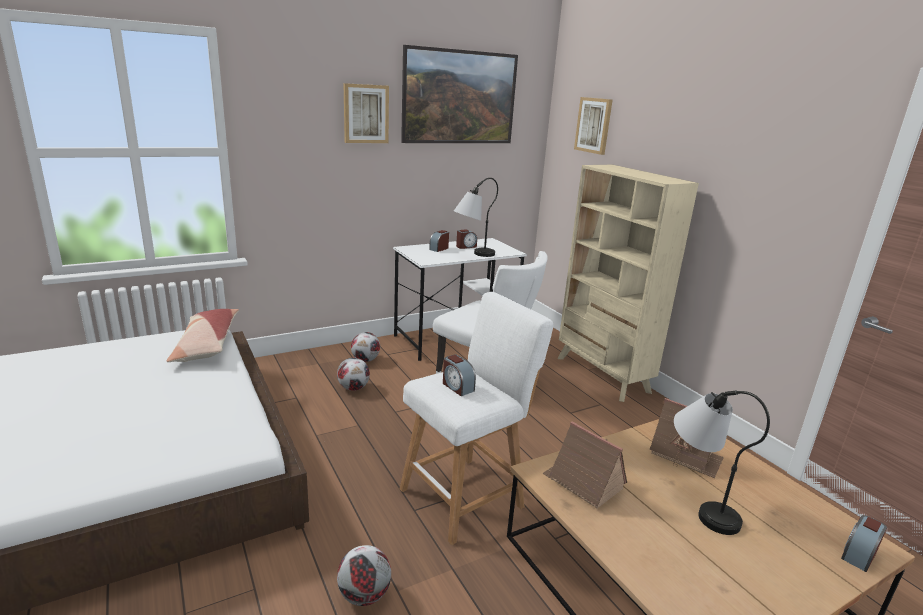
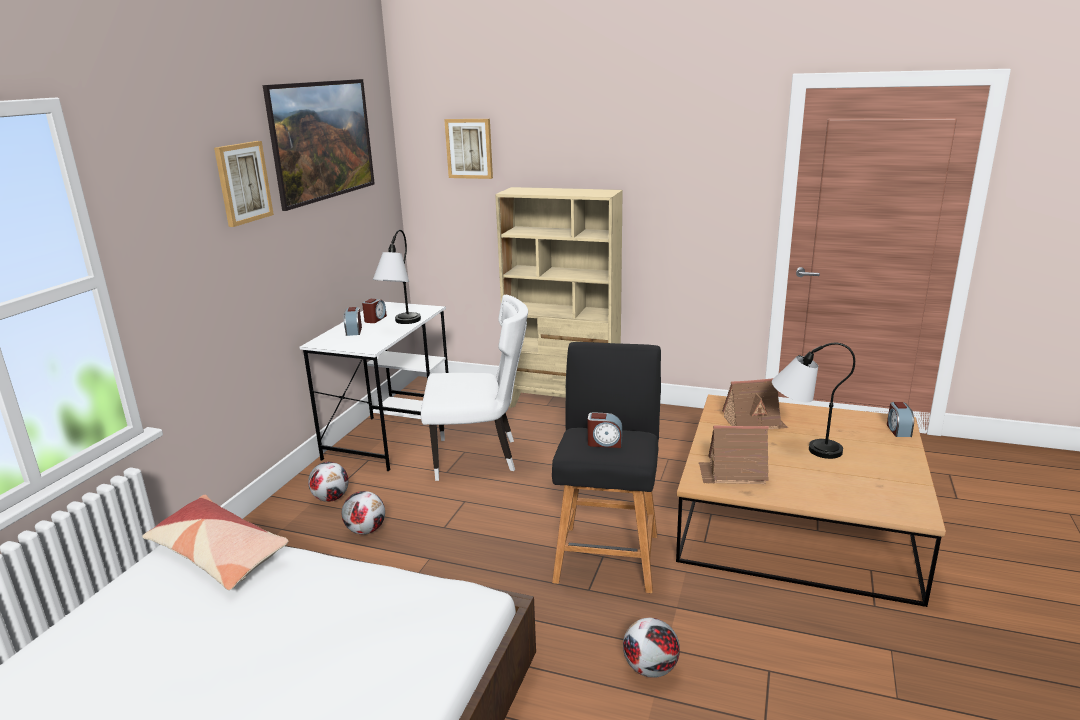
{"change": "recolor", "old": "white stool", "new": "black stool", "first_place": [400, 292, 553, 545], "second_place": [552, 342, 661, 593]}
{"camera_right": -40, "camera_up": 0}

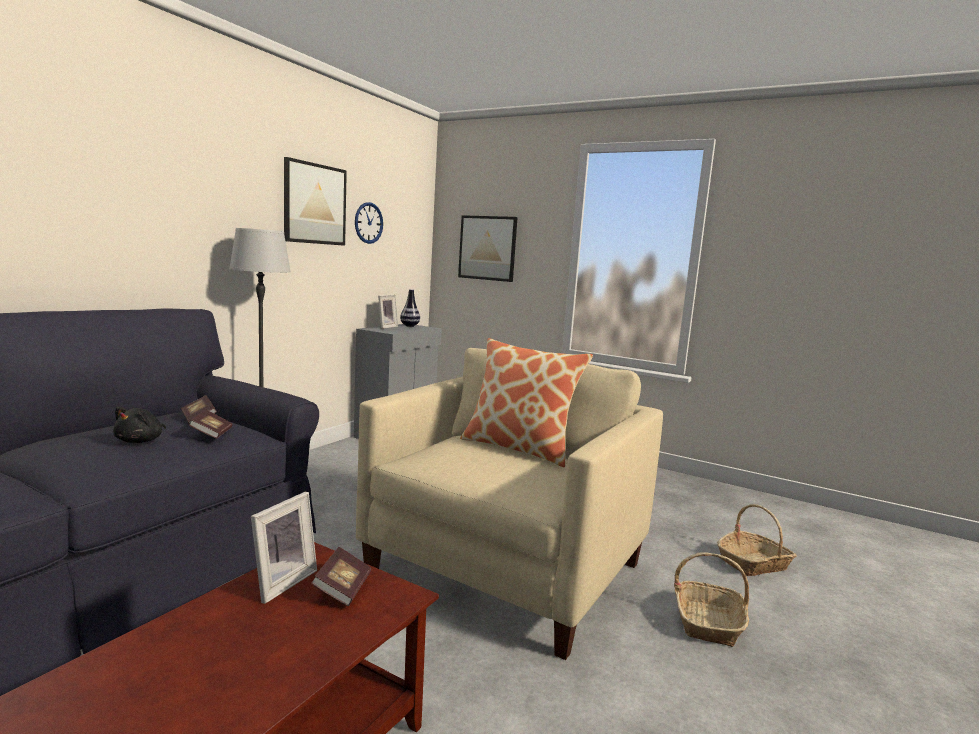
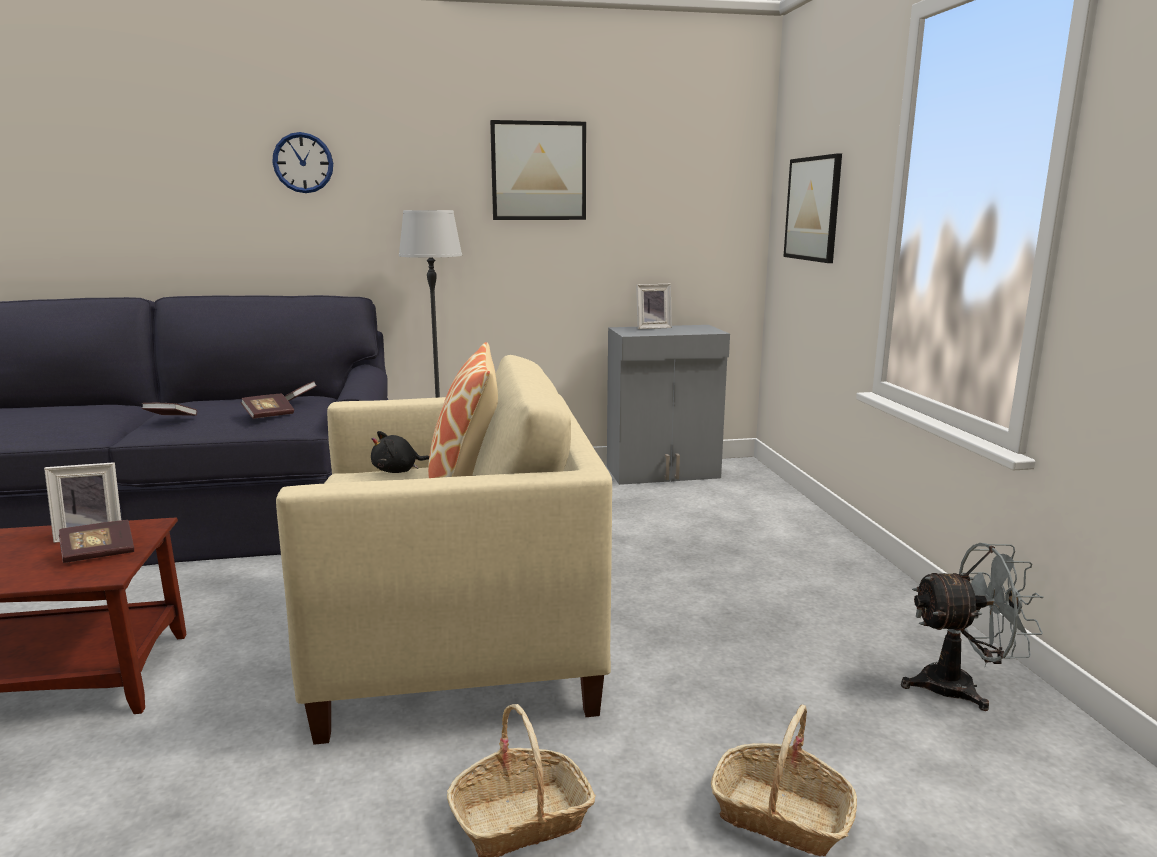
{"change": "move", "old": "black plush toy", "first_place": [113, 406, 166, 443], "second_place": [371, 431, 429, 473]}
{"change": "move", "old": "wall clock", "first_place": [355, 202, 383, 244], "second_place": [272, 132, 333, 193]}
{"change": "delete", "old": "vase", "first_place": [400, 289, 420, 327]}
{"change": "insert", "new": "book", "second_place": [142, 403, 197, 416]}
{"change": "insert", "new": "grey fan", "second_place": [901, 543, 1044, 711]}
{"camera_right": 50, "camera_up": 5}

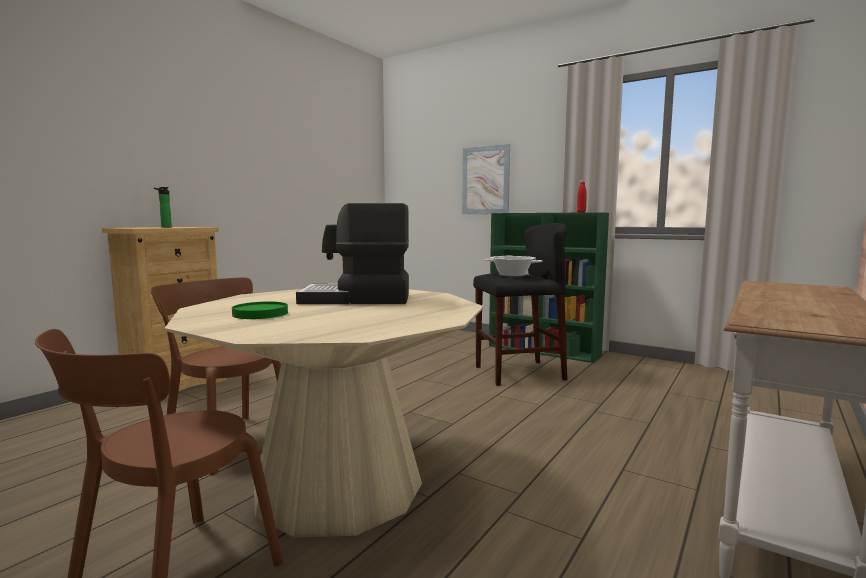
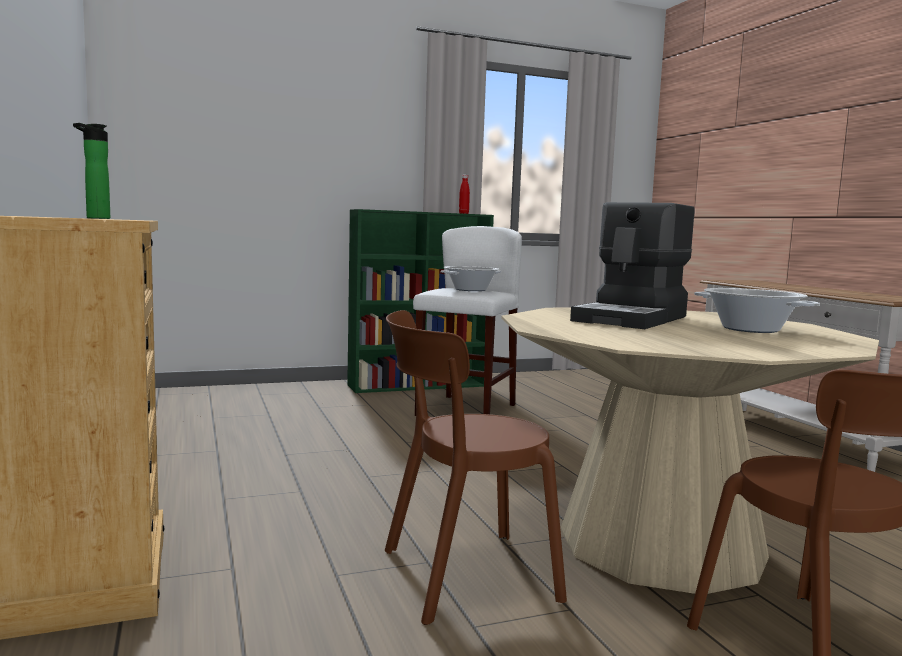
{"change": "delete", "old": "green plate", "first_place": [232, 301, 288, 319]}
{"change": "delete", "old": "picture", "first_place": [462, 144, 510, 214]}
{"change": "recolor", "old": "black stool", "new": "white stool", "first_place": [473, 223, 567, 386], "second_place": [413, 226, 522, 416]}
{"change": "insert", "new": "cooking pot", "second_place": [694, 288, 820, 333]}
{"camera_right": -55, "camera_up": 0}

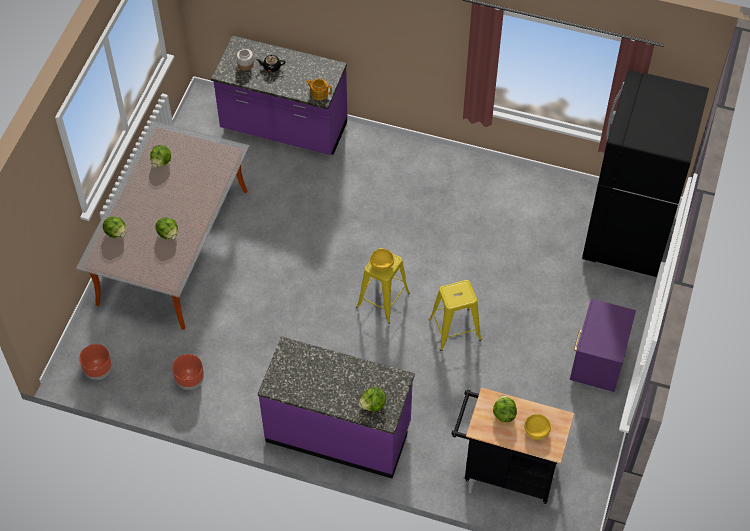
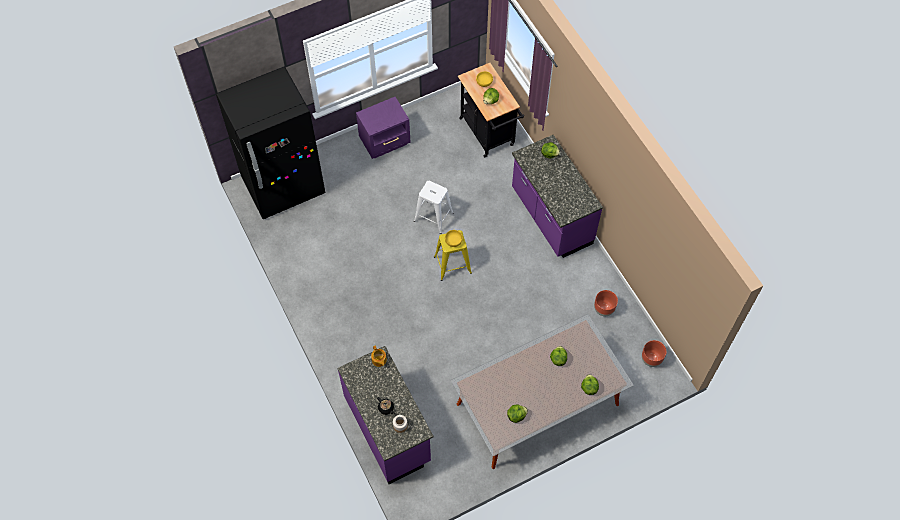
{"change": "recolor", "old": "yellow stool", "new": "white stool", "first_place": [429, 280, 482, 351], "second_place": [414, 181, 454, 234]}
{"camera_right": -135, "camera_up": 5}

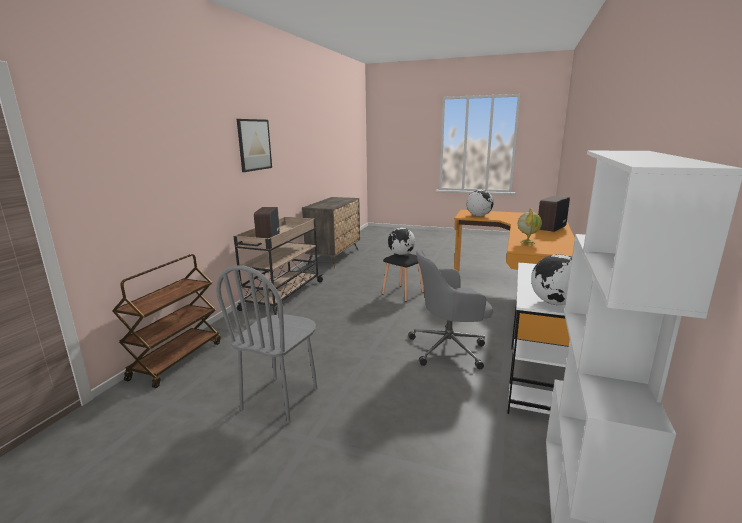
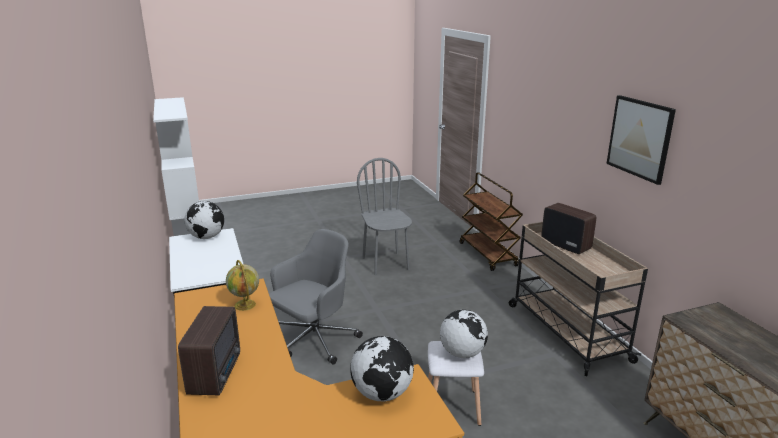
{"change": "recolor", "old": "black stool", "new": "white stool", "first_place": [382, 253, 424, 302], "second_place": [428, 341, 484, 426]}
{"camera_right": 140, "camera_up": 5}

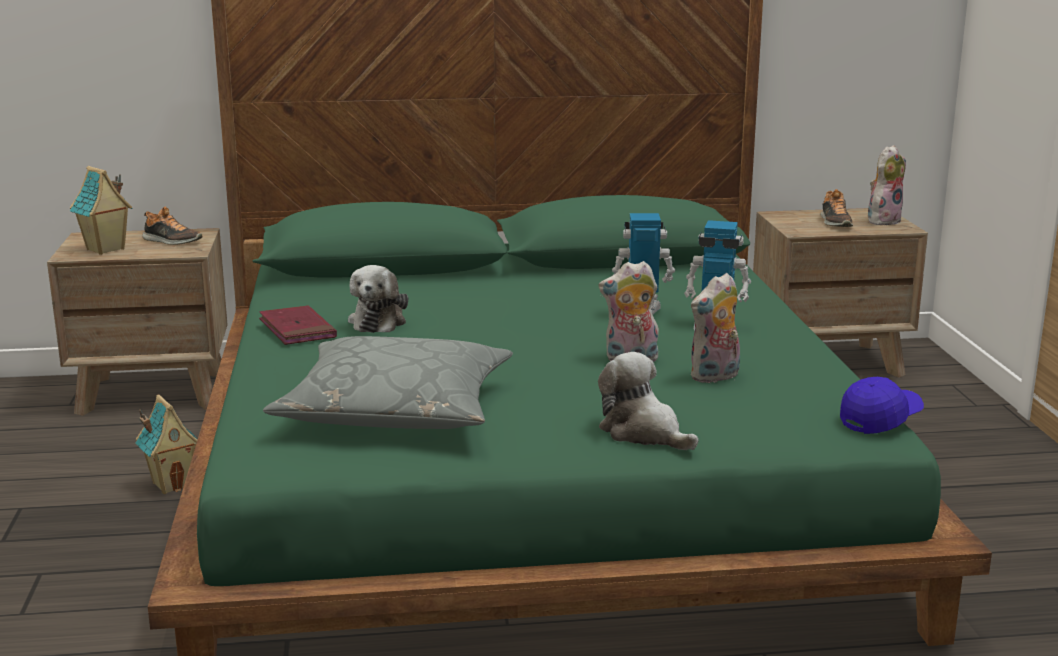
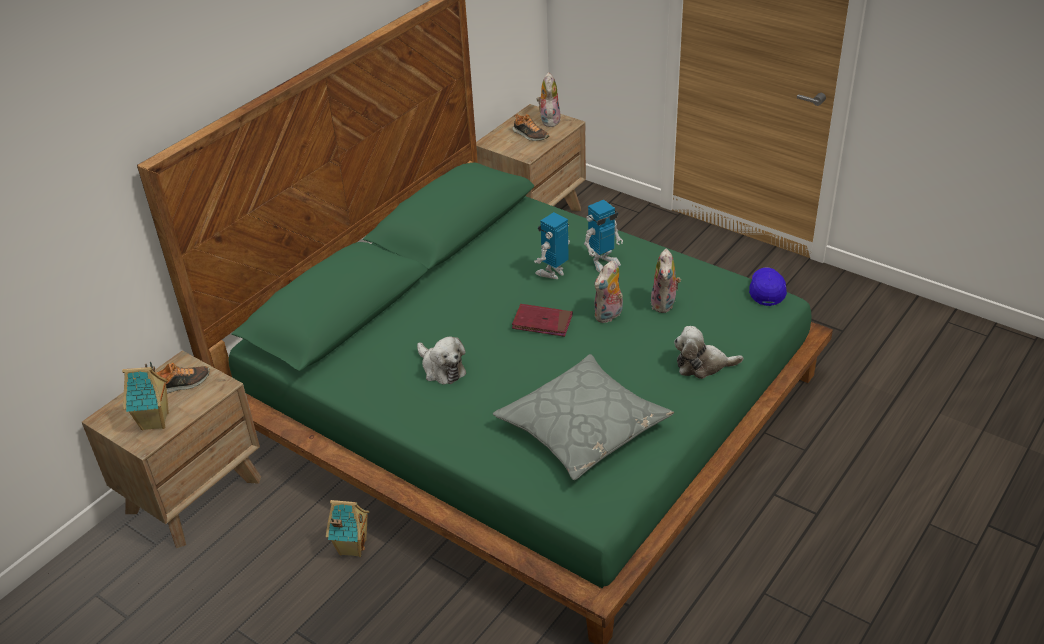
{"change": "move", "old": "red book", "first_place": [259, 305, 337, 345], "second_place": [512, 304, 573, 337]}
{"camera_right": -45, "camera_up": 20}

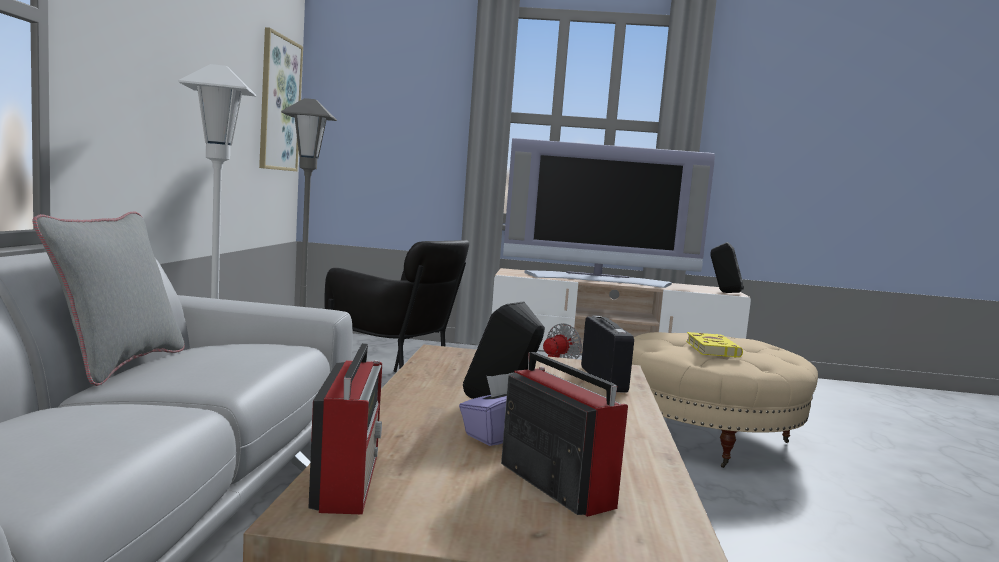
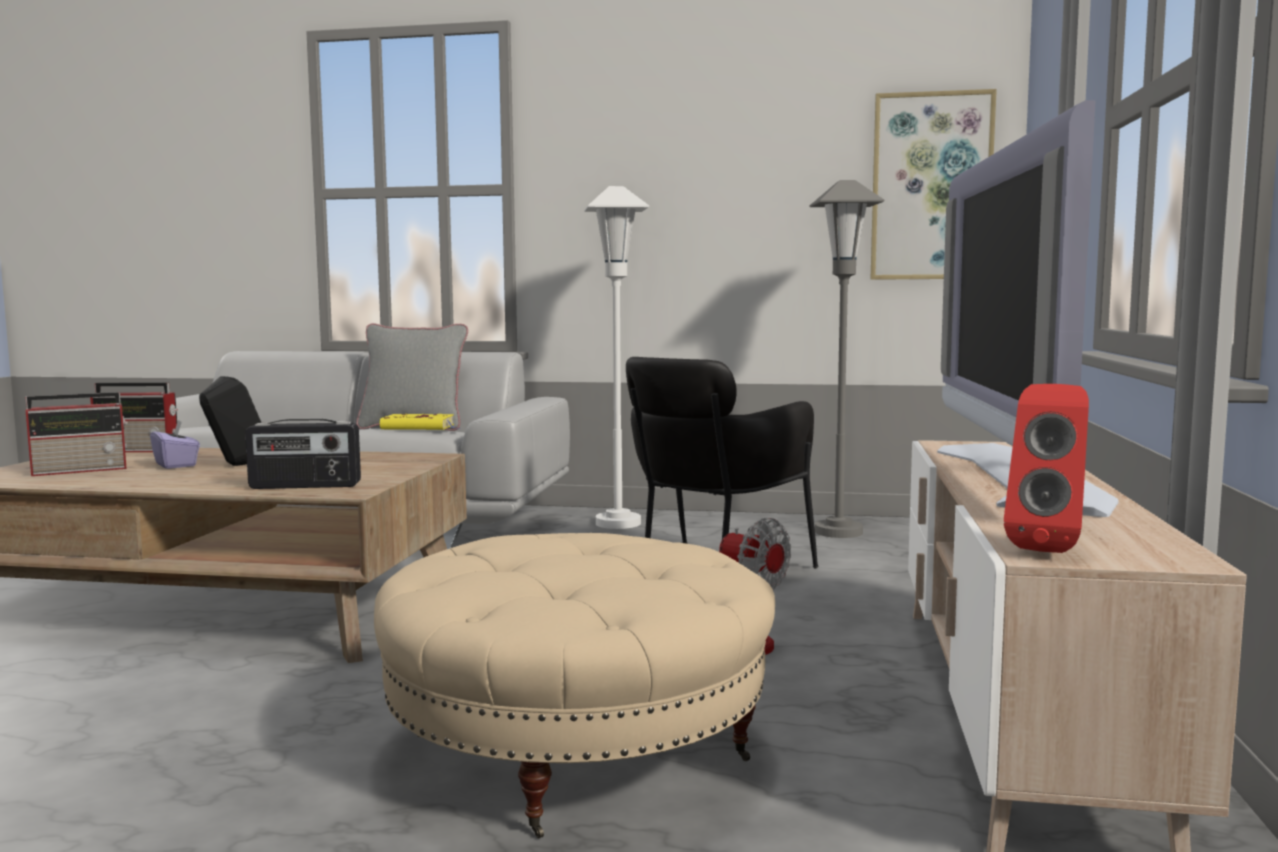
{"change": "move", "old": "yellow book", "first_place": [686, 332, 743, 357], "second_place": [380, 414, 460, 430]}
{"change": "recolor", "old": "black speaker", "new": "red speaker", "first_place": [710, 242, 744, 293], "second_place": [1004, 384, 1089, 553]}
{"camera_right": 95, "camera_up": 0}

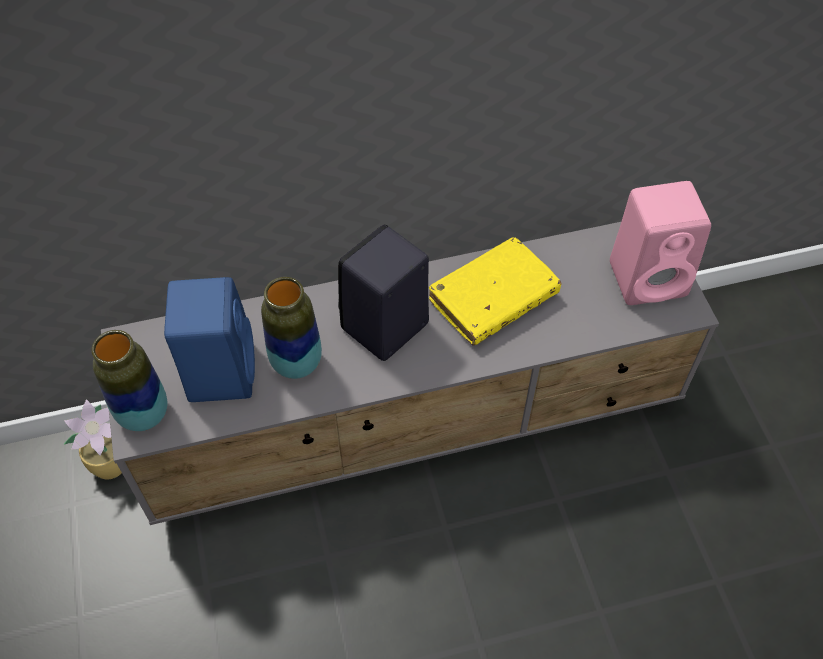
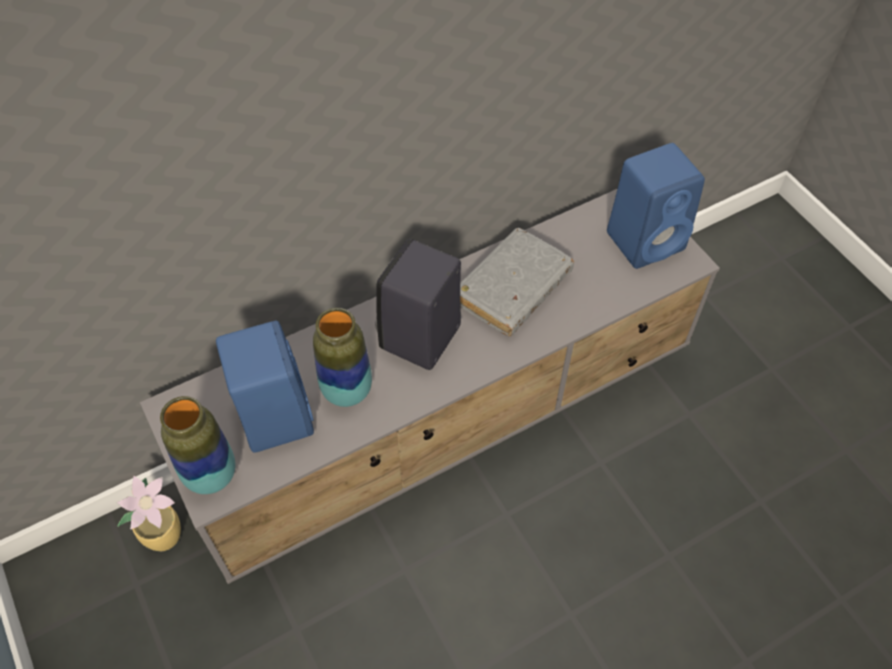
{"change": "recolor", "old": "yellow book", "new": "grey book", "first_place": [429, 237, 562, 345], "second_place": [460, 228, 574, 336]}
{"change": "recolor", "old": "pink speaker", "new": "blue speaker", "first_place": [610, 181, 711, 305], "second_place": [607, 143, 705, 269]}
{"camera_right": -15, "camera_up": 0}

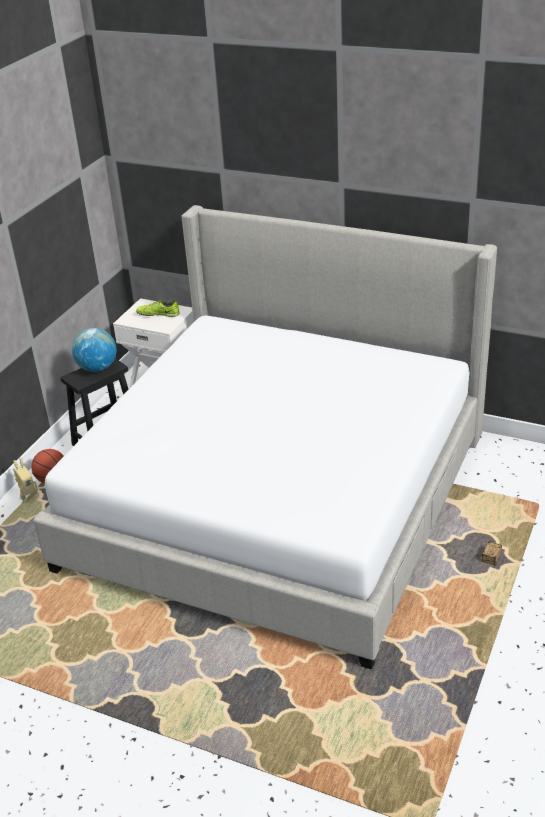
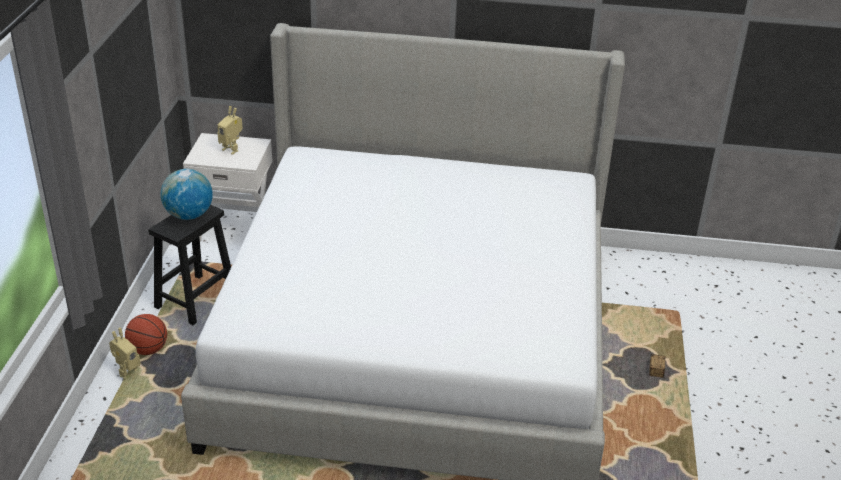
{"change": "replace", "old": "shoe", "new": "toy robot", "first_place": [136, 300, 180, 317], "second_place": [218, 106, 243, 155]}
{"camera_right": -20, "camera_up": 0}

